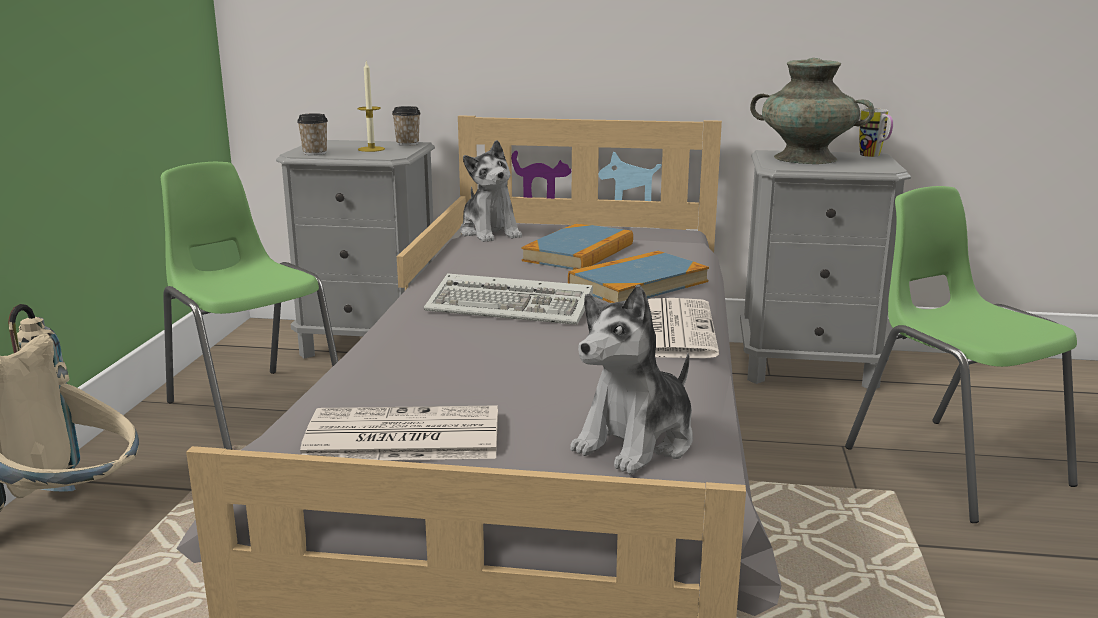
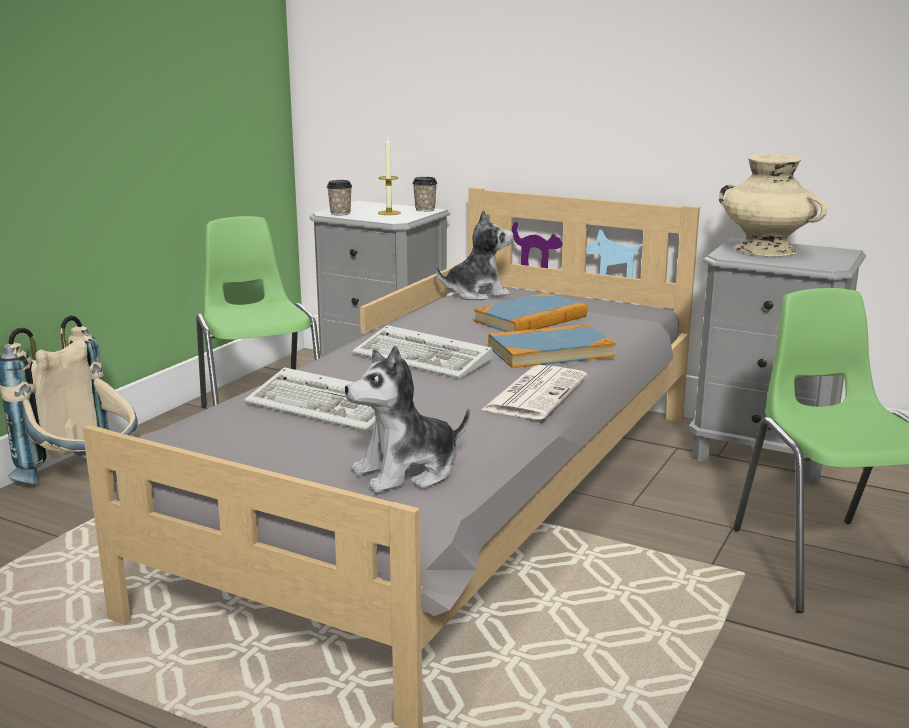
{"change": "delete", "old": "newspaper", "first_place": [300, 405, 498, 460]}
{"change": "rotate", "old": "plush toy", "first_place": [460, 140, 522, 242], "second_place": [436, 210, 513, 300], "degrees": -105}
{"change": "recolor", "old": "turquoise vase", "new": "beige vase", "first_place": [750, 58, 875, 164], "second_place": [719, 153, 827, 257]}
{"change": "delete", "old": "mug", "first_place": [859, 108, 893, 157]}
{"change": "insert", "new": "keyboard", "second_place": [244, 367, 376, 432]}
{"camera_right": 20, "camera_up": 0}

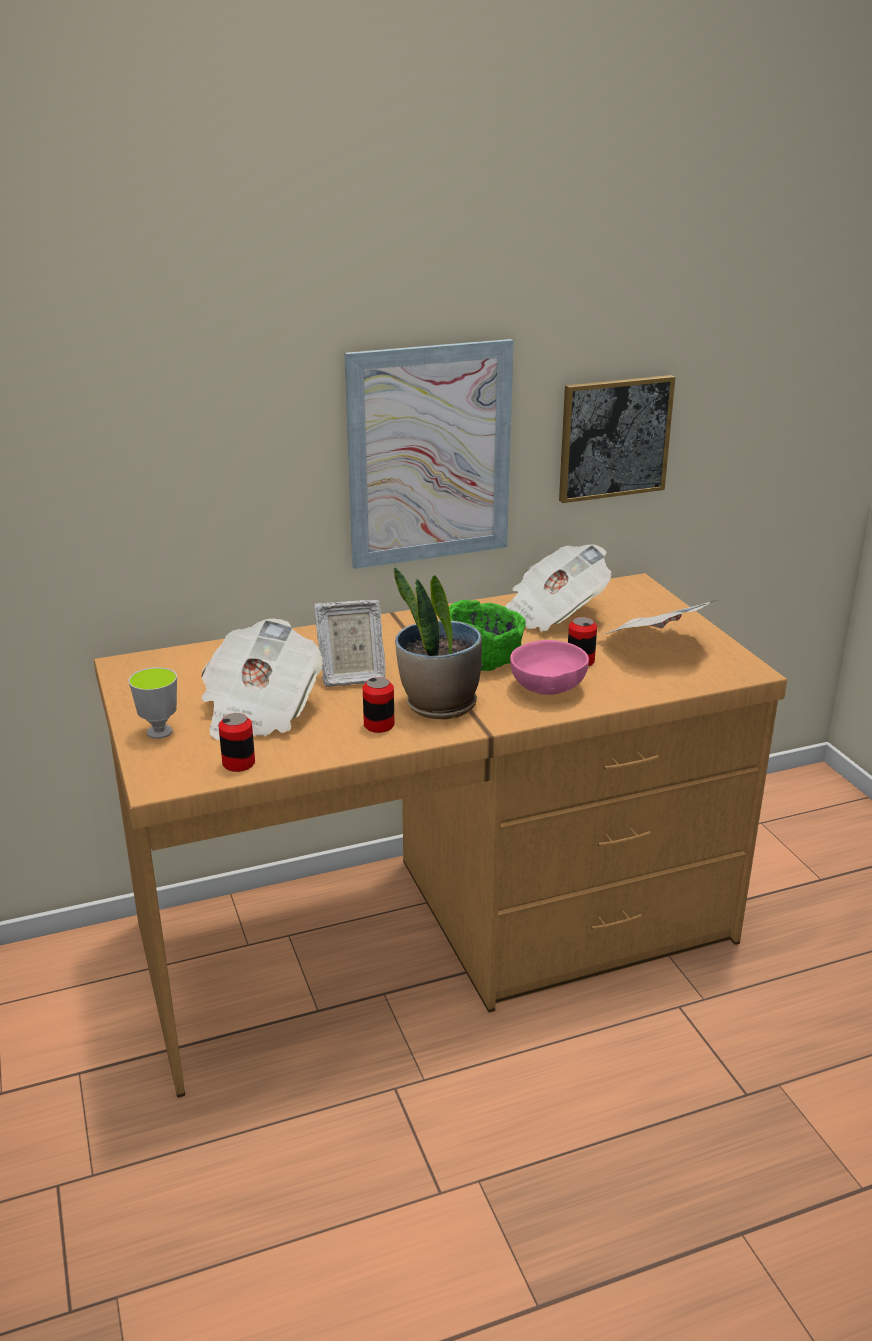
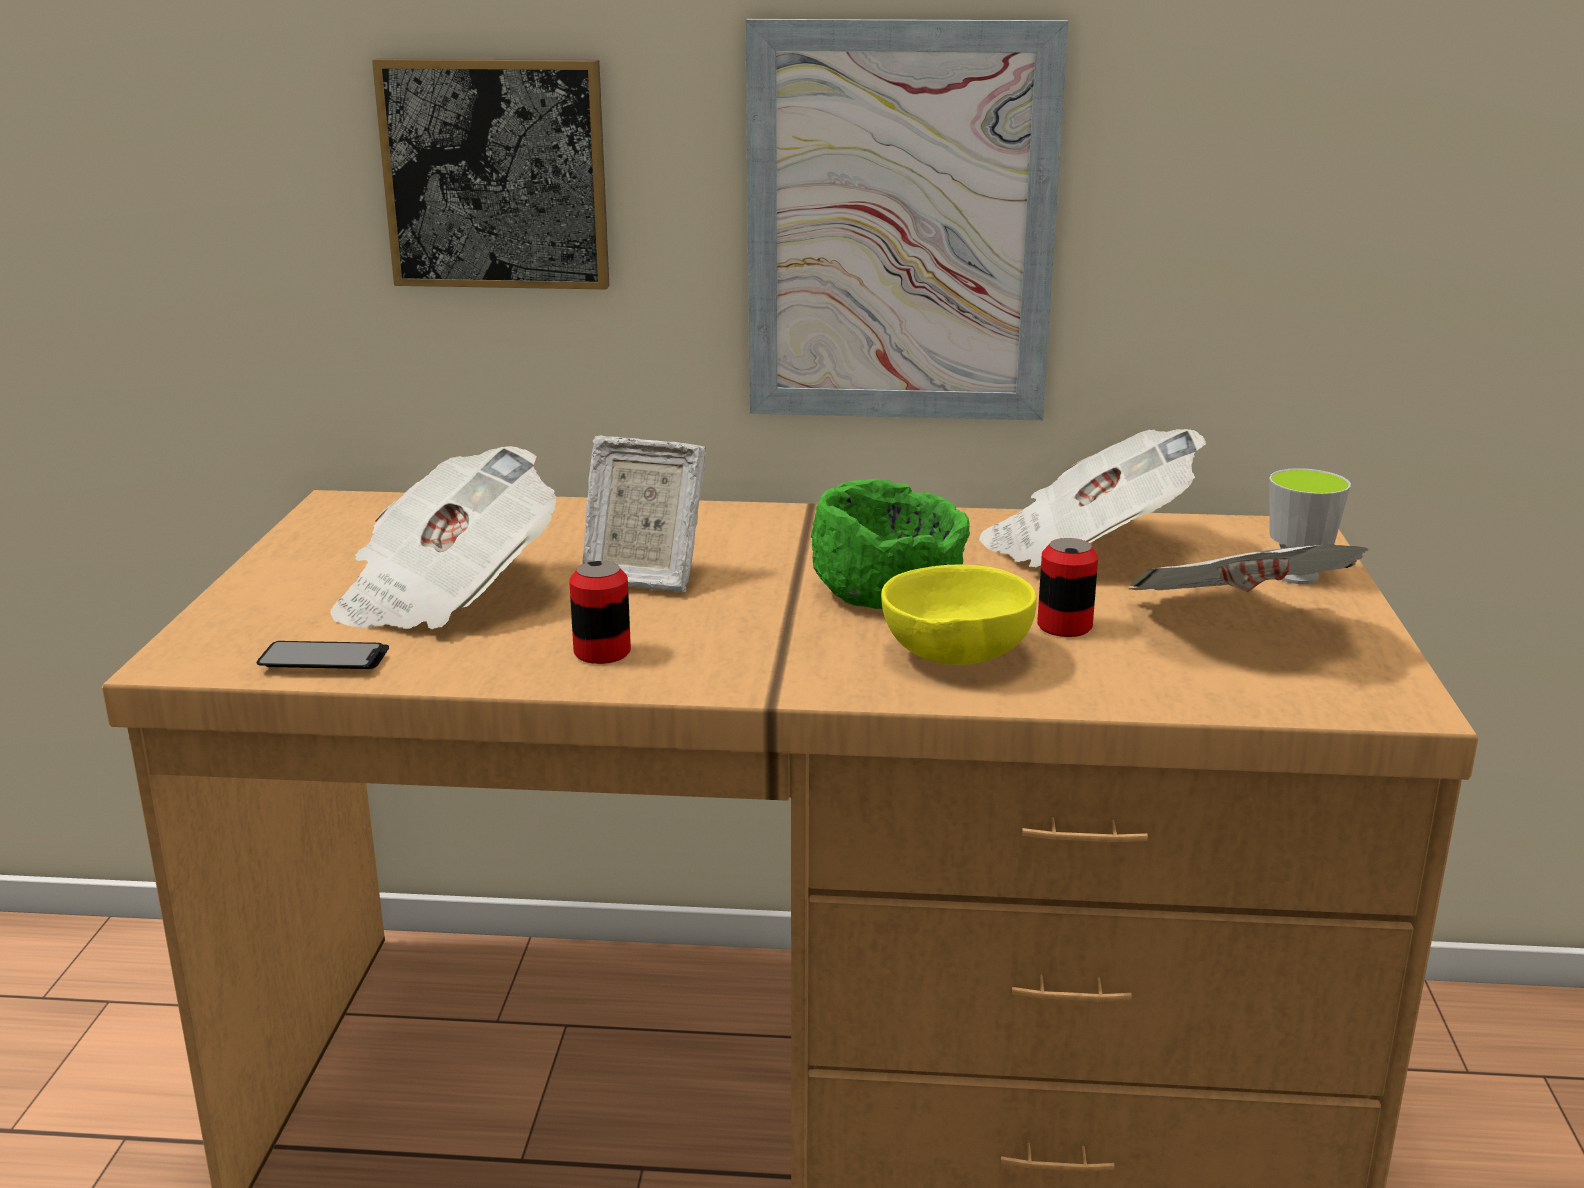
{"change": "move", "old": "cup", "first_place": [128, 667, 177, 739], "second_place": [1269, 468, 1351, 584]}
{"change": "replace", "old": "can", "new": "phone", "first_place": [219, 713, 255, 772], "second_place": [256, 641, 389, 669]}
{"change": "delete", "old": "potted plant", "first_place": [394, 567, 482, 719]}
{"change": "recolor", "old": "pink bowl", "new": "yellow bowl", "first_place": [510, 640, 589, 695], "second_place": [881, 565, 1037, 665]}
{"change": "move", "old": "picture", "first_place": [559, 375, 675, 503], "second_place": [372, 58, 609, 290]}
{"camera_right": 25, "camera_up": -5}

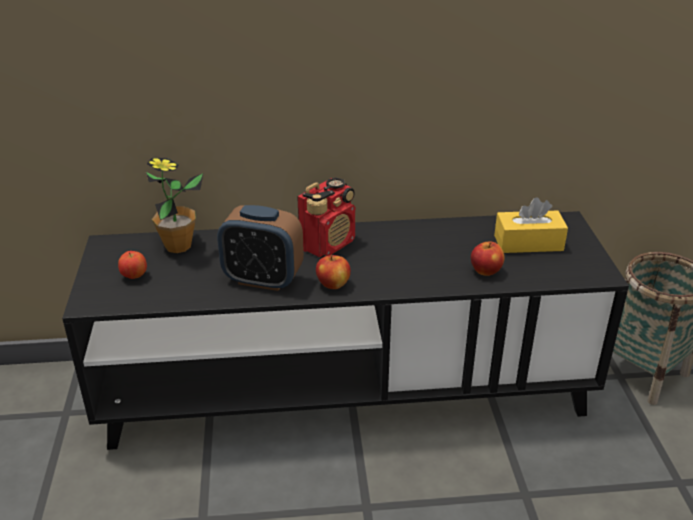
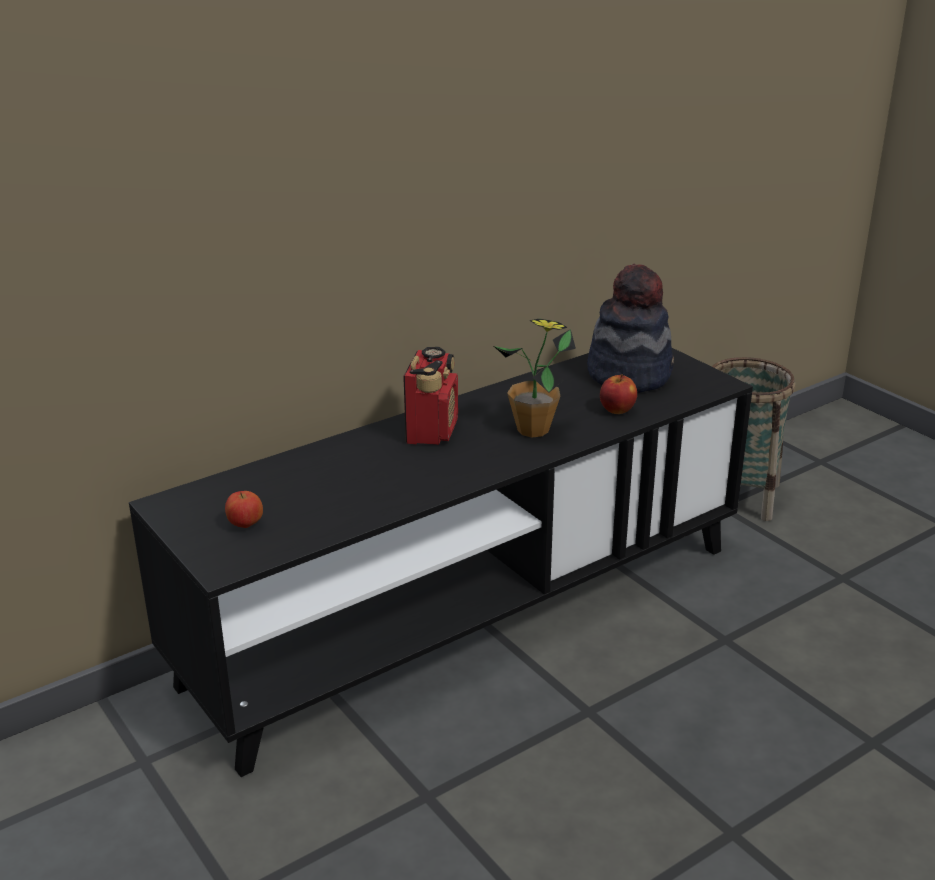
{"change": "move", "old": "potted plant", "first_place": [146, 158, 203, 253], "second_place": [494, 318, 576, 438]}
{"change": "delete", "old": "alarm clock", "first_place": [217, 205, 304, 291]}
{"change": "delete", "old": "apple", "first_place": [316, 255, 351, 289]}
{"change": "replace", "old": "yellow tissue box", "new": "hat", "first_place": [494, 197, 568, 253], "second_place": [587, 264, 674, 393]}
{"camera_right": -30, "camera_up": -5}

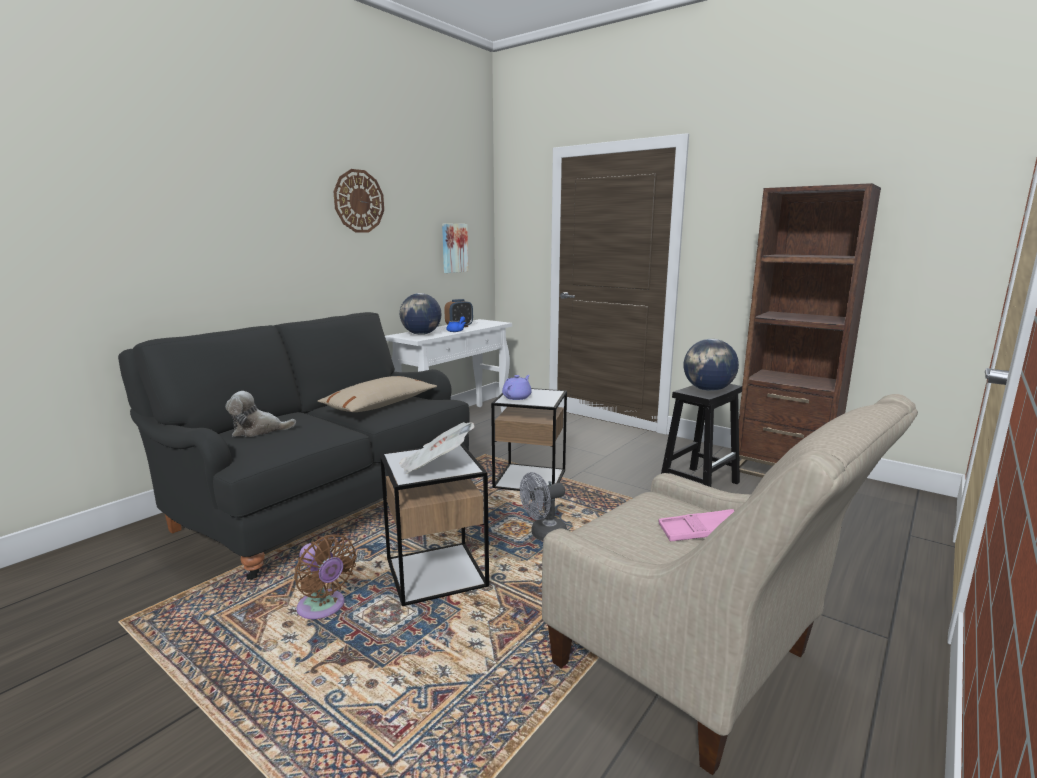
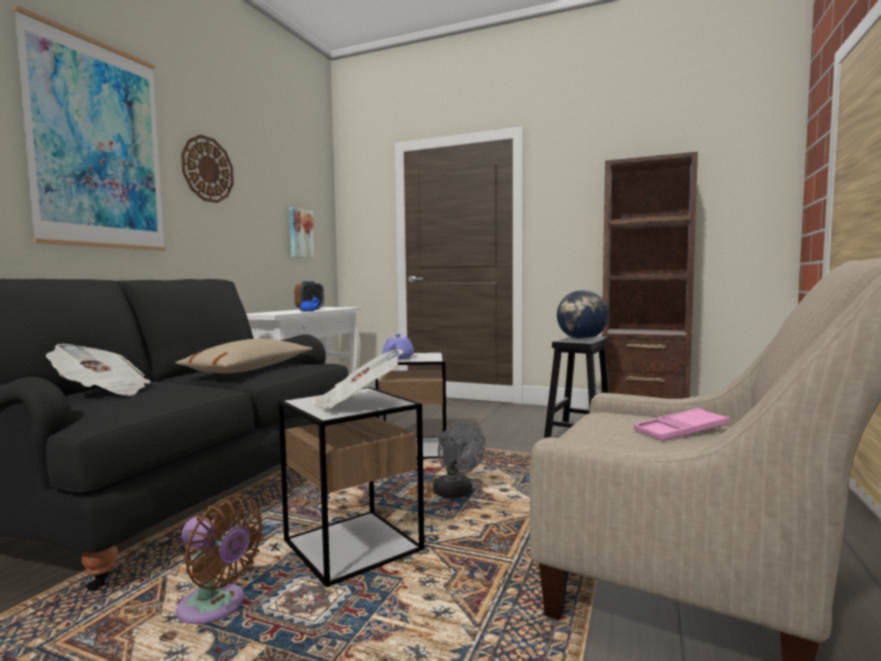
{"change": "replace", "old": "plush toy", "new": "newspaper", "first_place": [225, 391, 296, 437], "second_place": [46, 344, 151, 396]}
{"change": "delete", "old": "globe", "first_place": [400, 293, 442, 335]}
{"change": "rotate", "old": "grey fan", "first_place": [520, 472, 567, 541], "second_place": [433, 421, 486, 498], "degrees": -75}
{"change": "insert", "new": "picture", "second_place": [13, 5, 166, 251]}
{"camera_right": -15, "camera_up": -10}

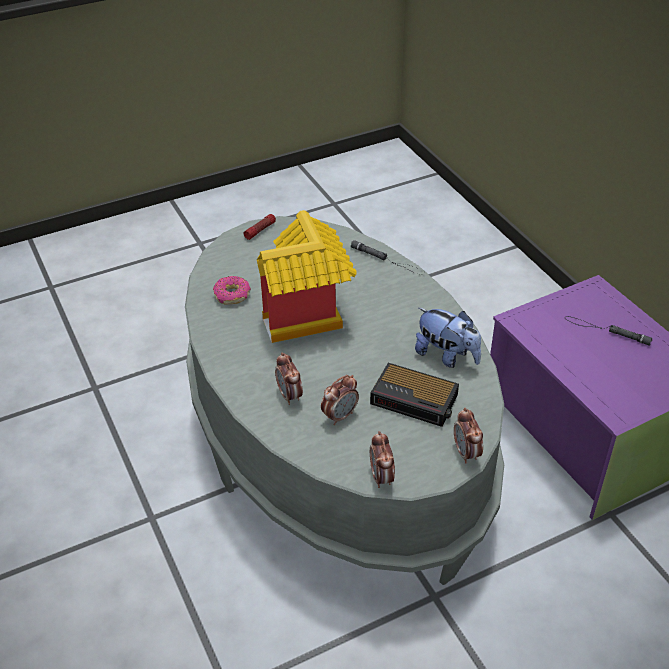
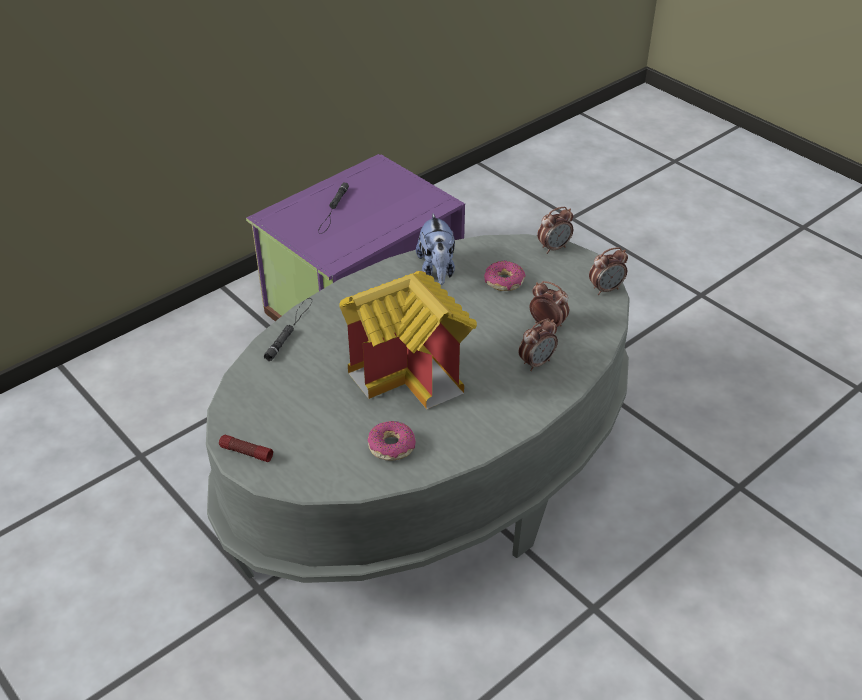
{"change": "replace", "old": "alarm clock", "new": "donut", "first_place": [370, 363, 459, 427], "second_place": [484, 260, 526, 291]}
{"change": "rotate", "old": "plush toy", "first_place": [415, 308, 481, 368], "second_place": [416, 213, 455, 285], "degrees": 150}
{"camera_right": -105, "camera_up": 0}

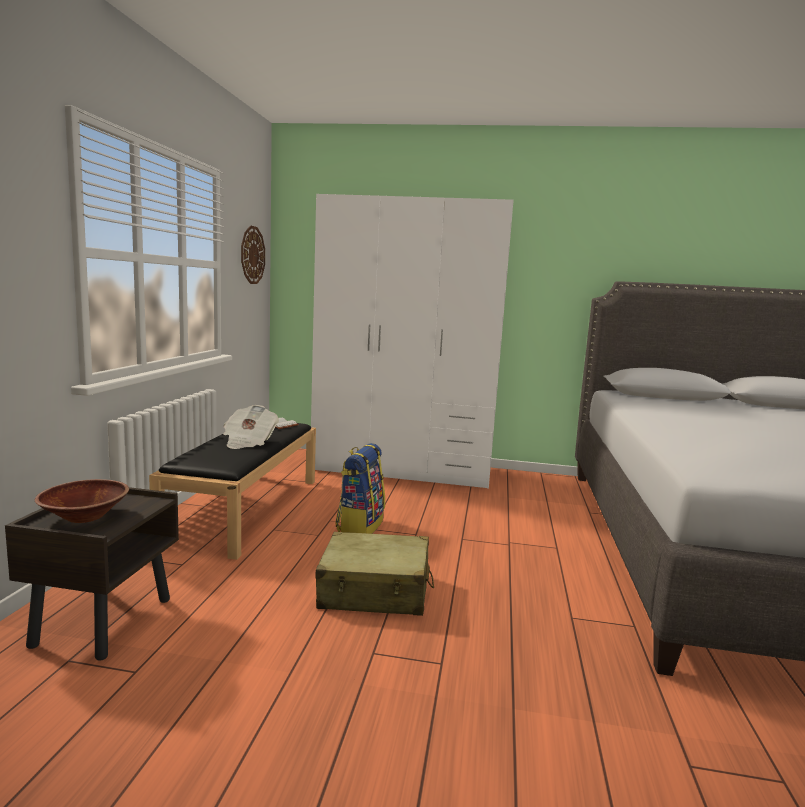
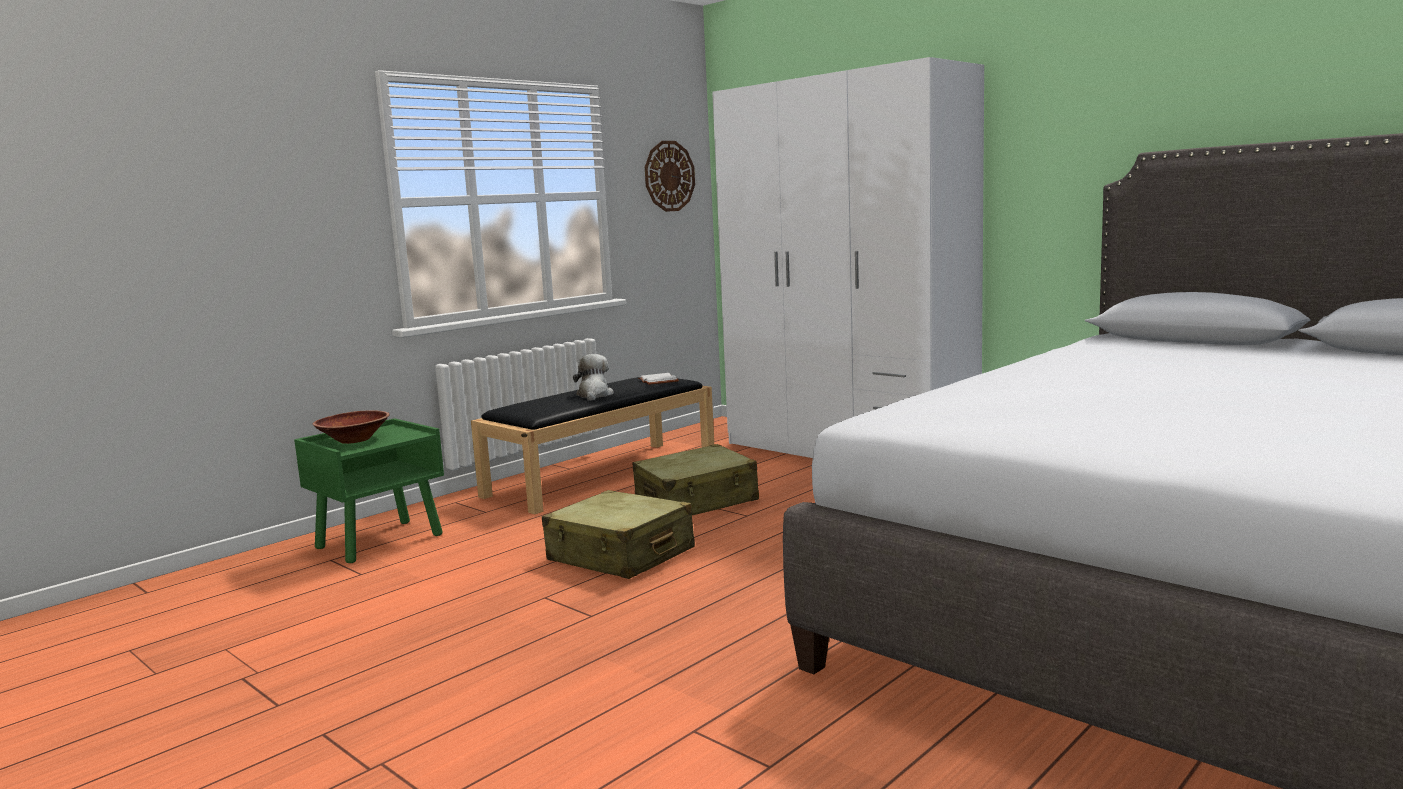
{"change": "recolor", "old": "brown nightstand", "new": "green nightstand", "first_place": [5, 487, 179, 660], "second_place": [294, 418, 444, 563]}
{"change": "replace", "old": "newspaper", "new": "plush toy", "first_place": [223, 405, 279, 449], "second_place": [573, 354, 614, 401]}
{"change": "replace", "old": "backpack", "new": "beige suitcase", "first_place": [335, 443, 385, 534], "second_place": [633, 444, 759, 515]}
{"camera_right": 35, "camera_up": 0}

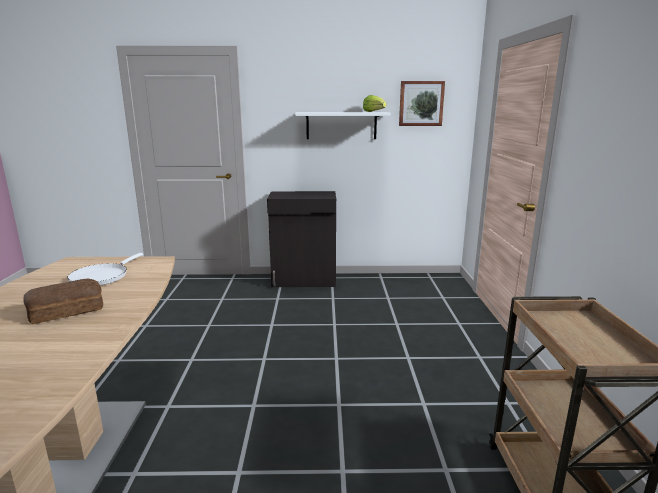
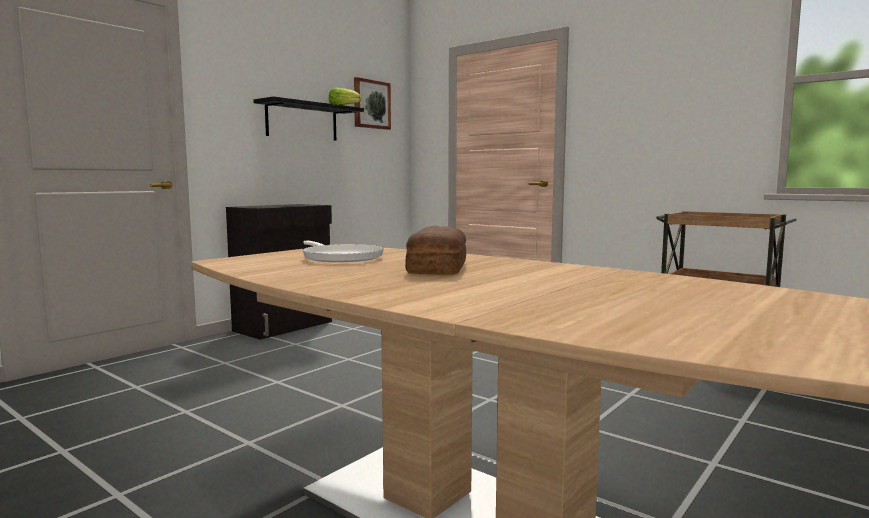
{"change": "recolor", "old": "white shelf", "new": "black shelf", "first_place": [295, 112, 390, 139], "second_place": [253, 96, 364, 141]}
{"camera_right": -50, "camera_up": -10}

